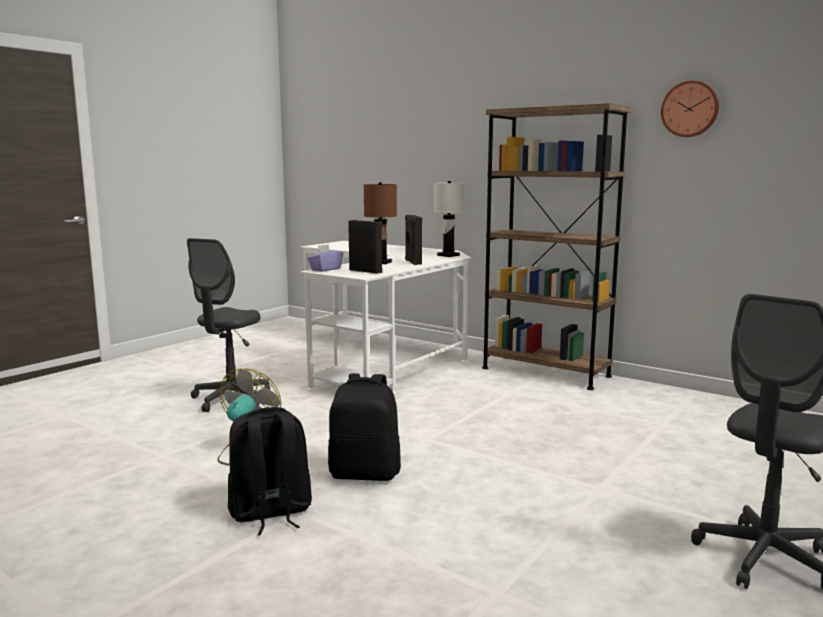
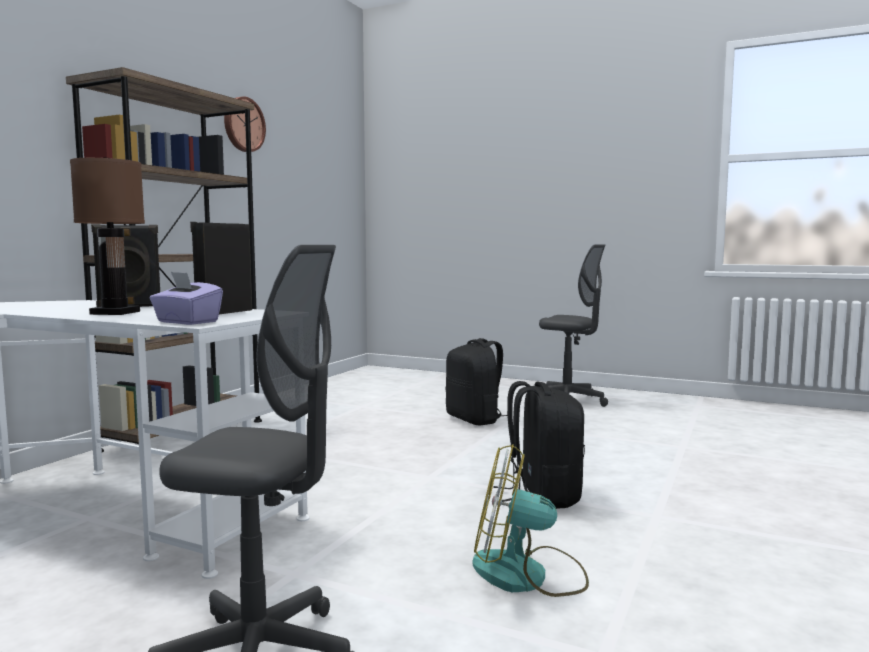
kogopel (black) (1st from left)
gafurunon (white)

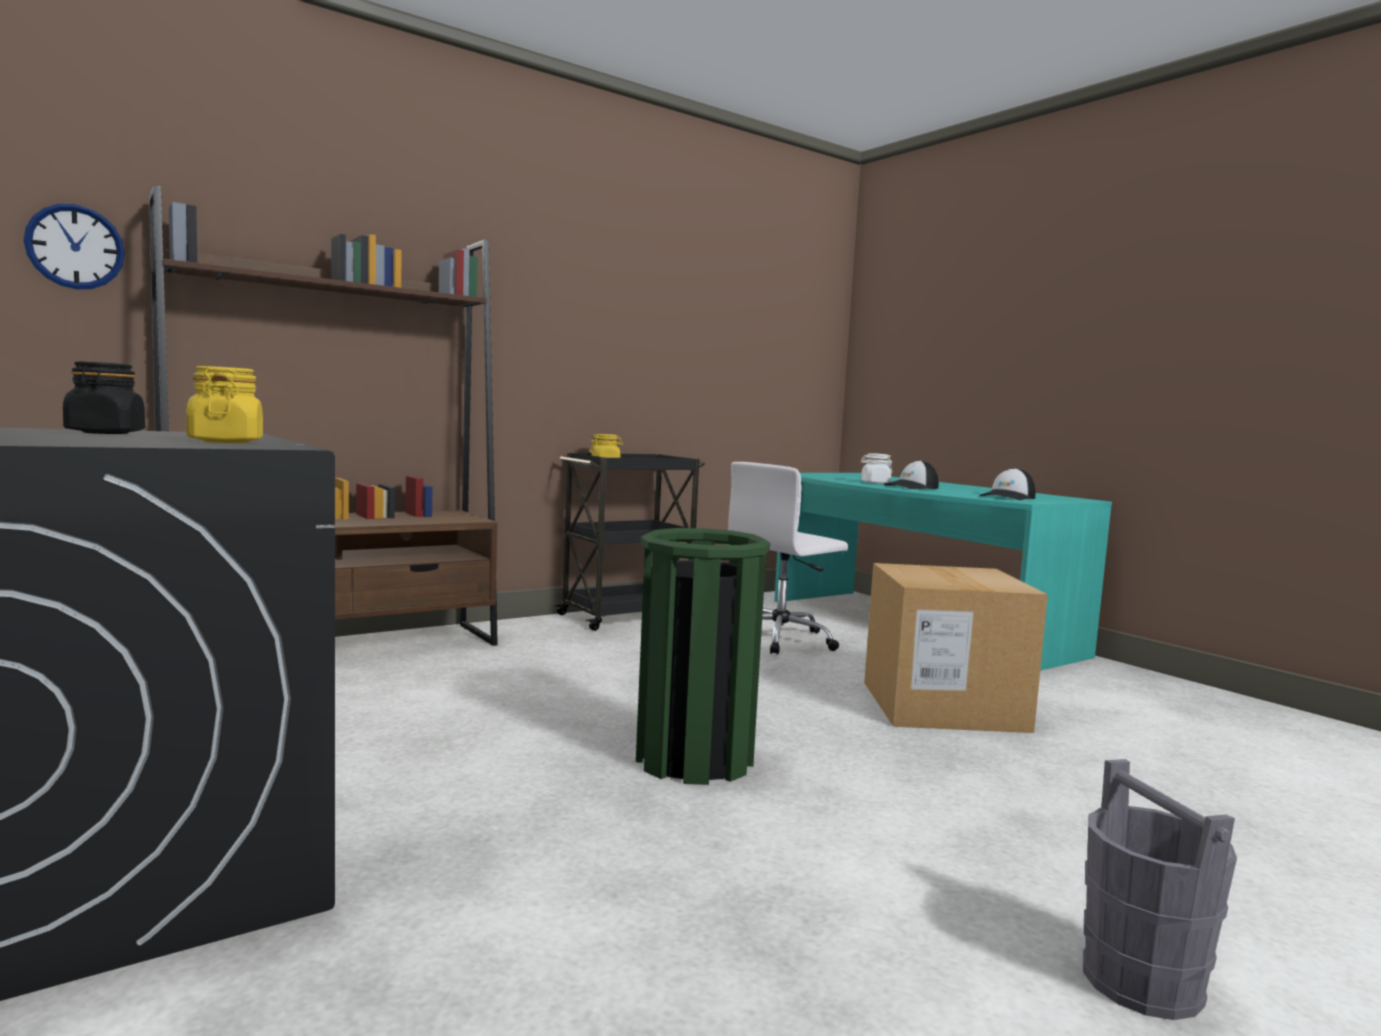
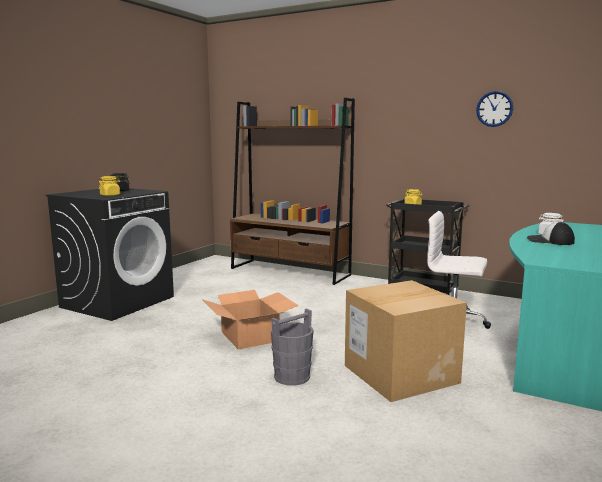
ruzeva
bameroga (1st from left)
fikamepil (2nd from left in the first image)
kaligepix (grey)

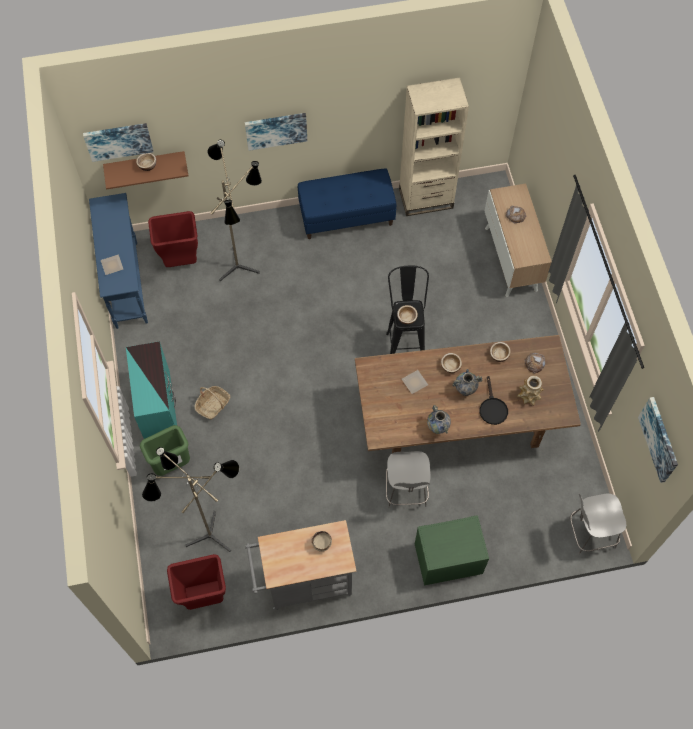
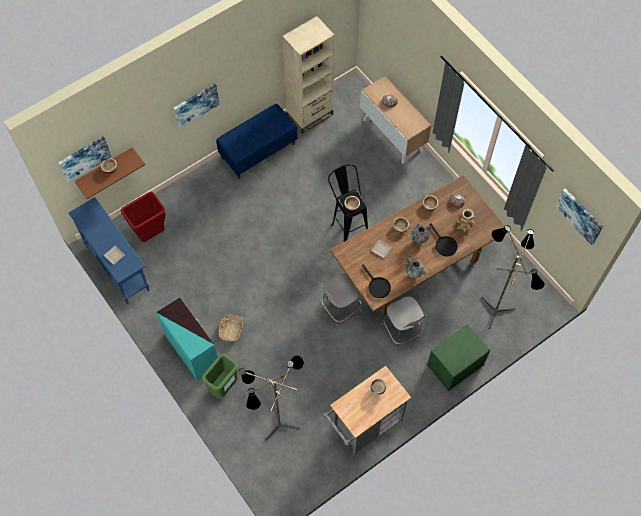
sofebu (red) (2nd from left in the first image)
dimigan (2nd from left)
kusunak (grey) (1st from left)
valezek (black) (1st from left)

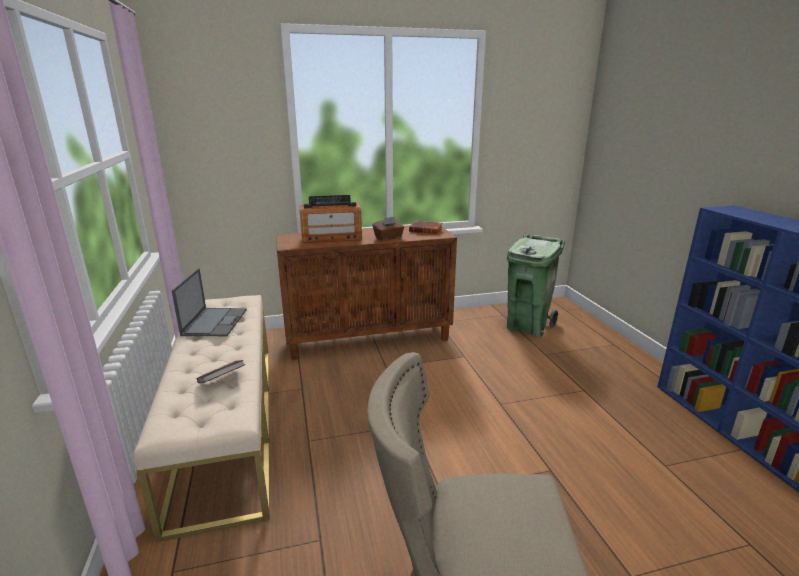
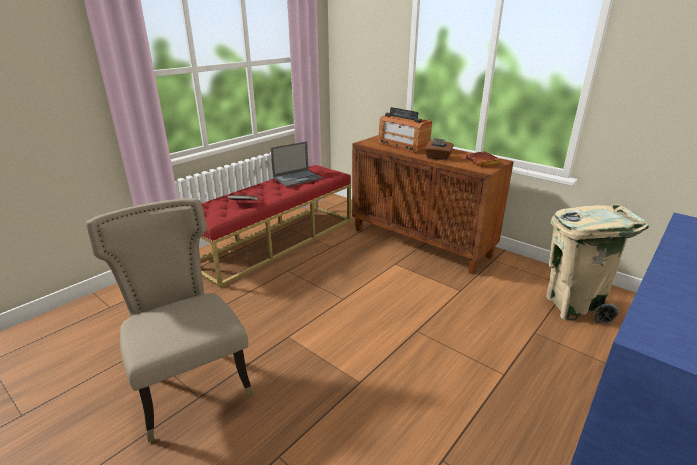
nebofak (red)
sofebu (beige)

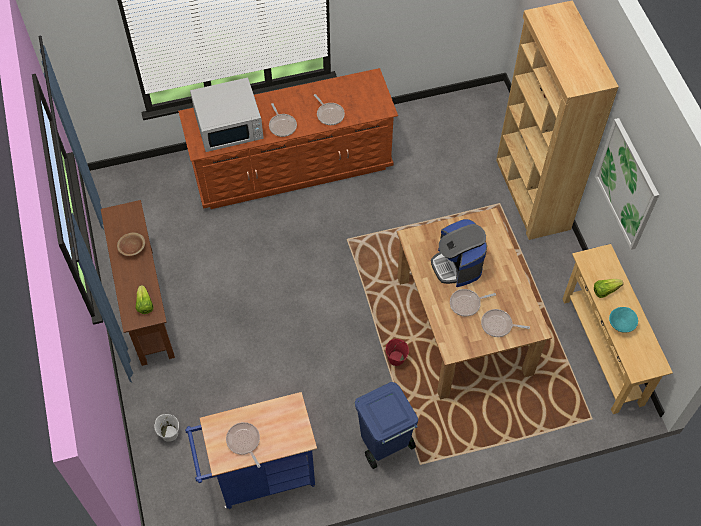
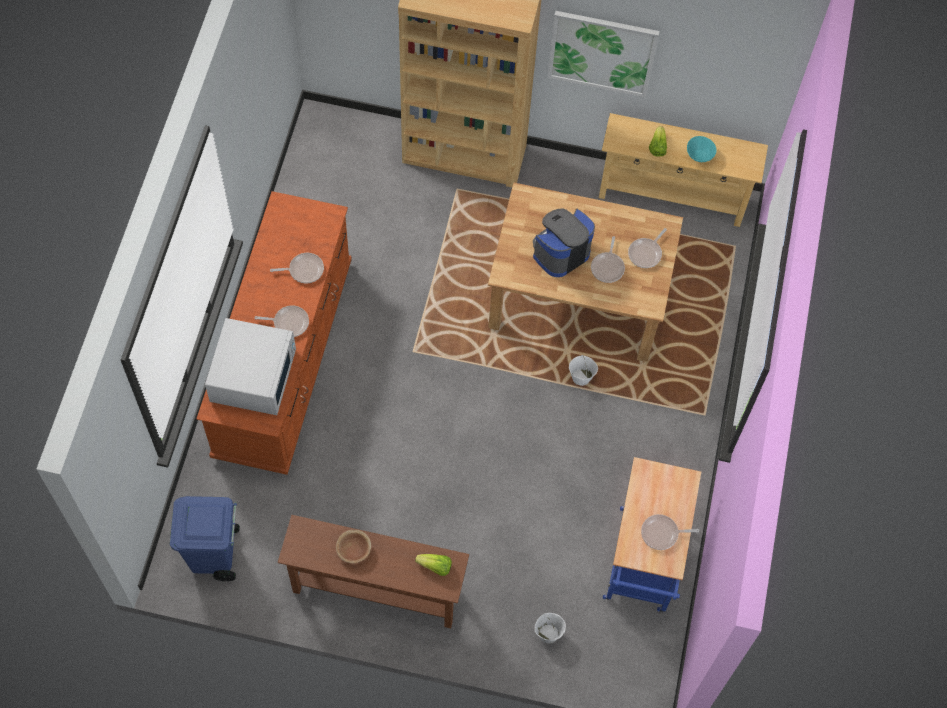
sofebu (blue)
kaligepix (white) (2nd from left)
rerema

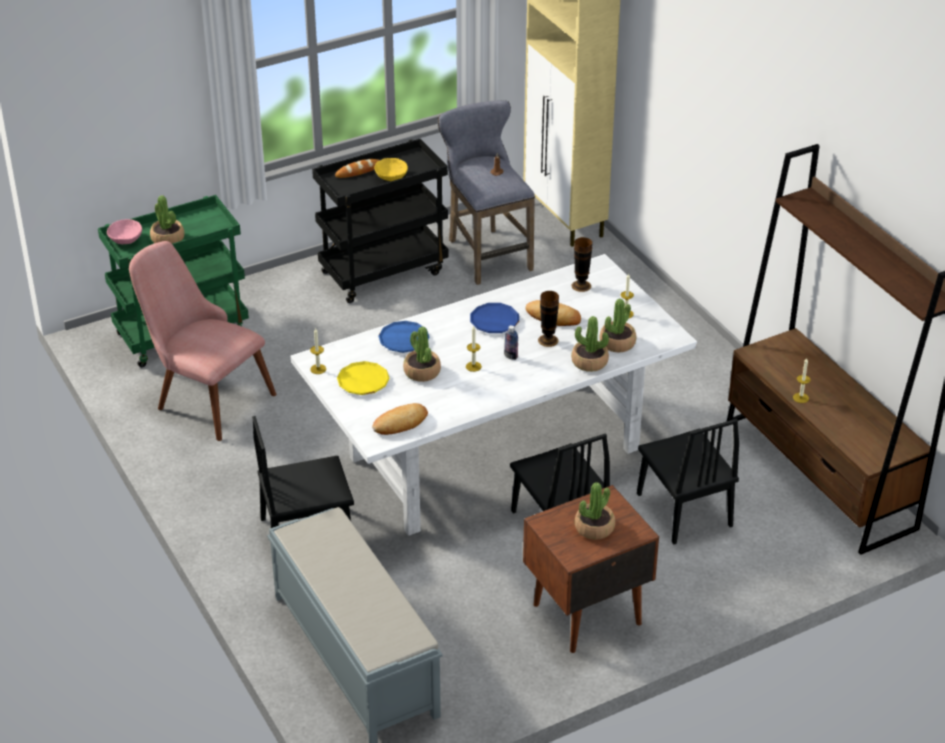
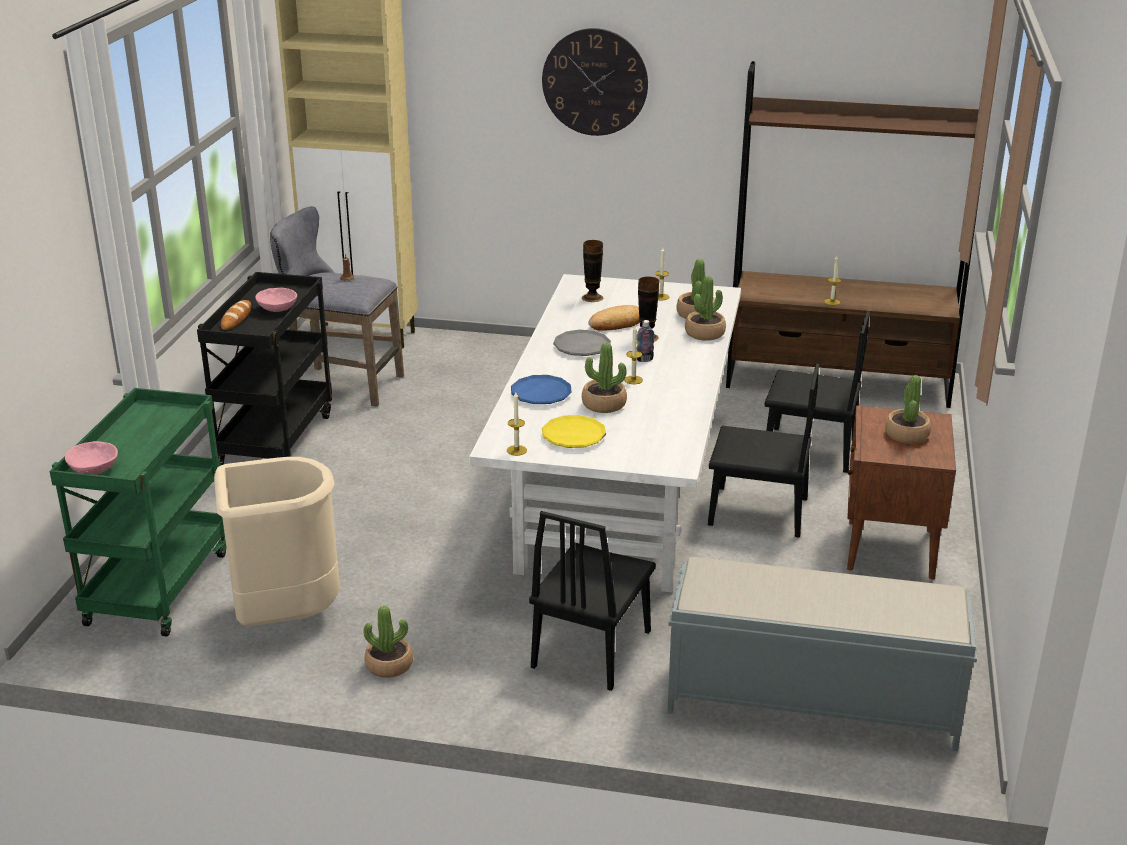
sofebu (beige)
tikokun (1st from left)
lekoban (2nd from left in the first image)
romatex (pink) (2nd from left)
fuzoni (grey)
ruzeva

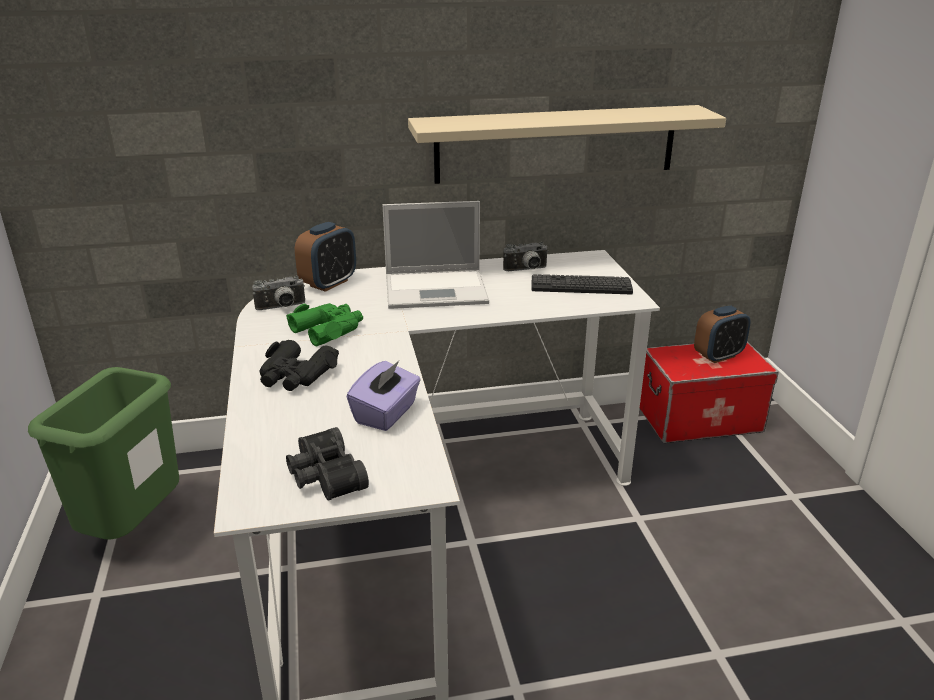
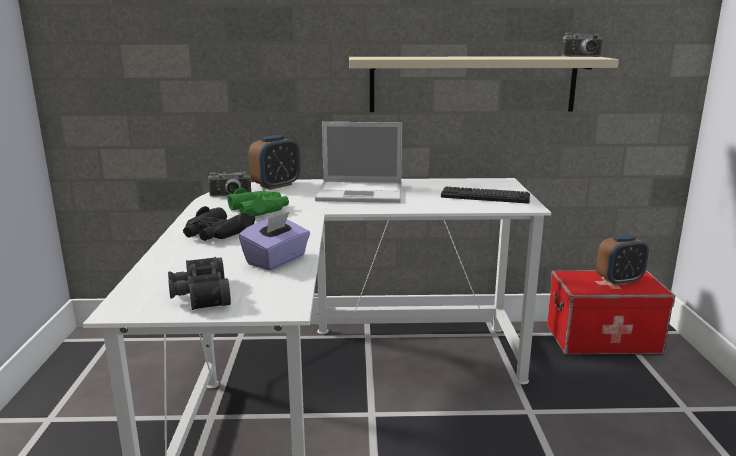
sofebu (green)
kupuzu (2nd from left)

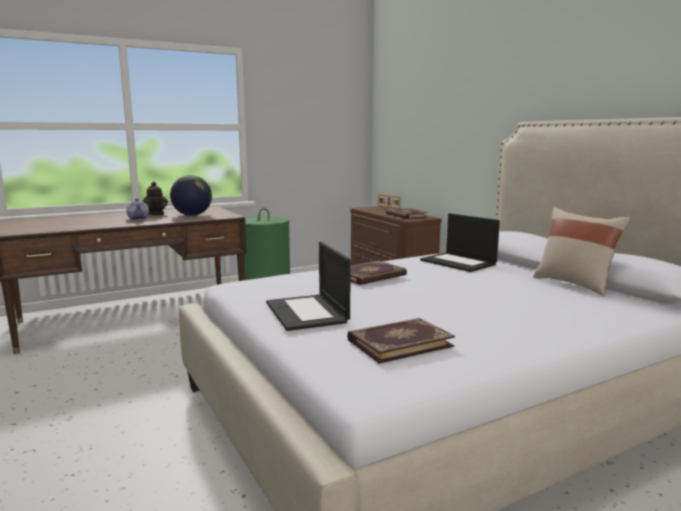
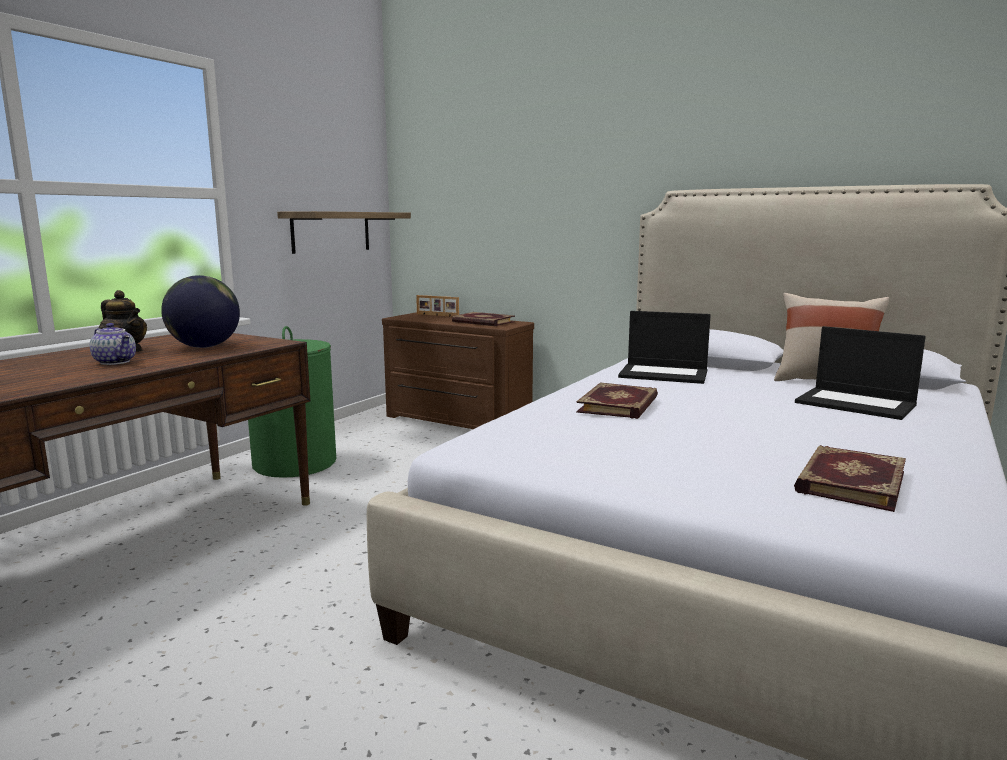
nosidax (2nd from left)
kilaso

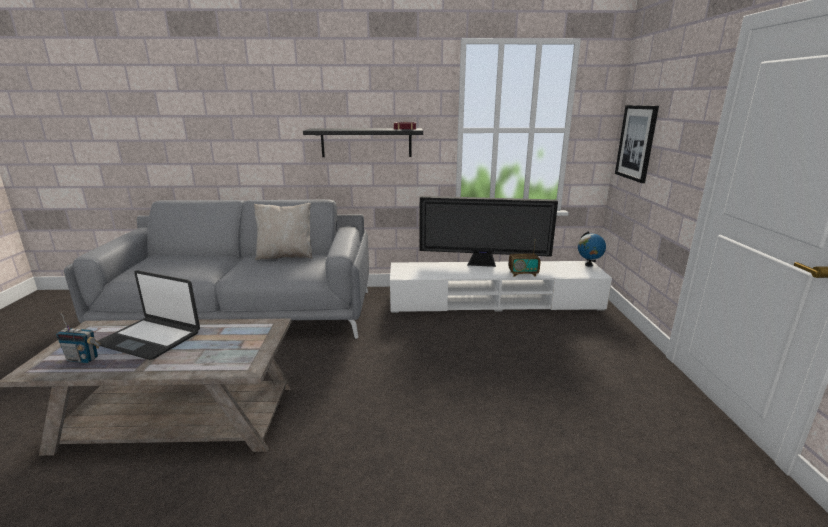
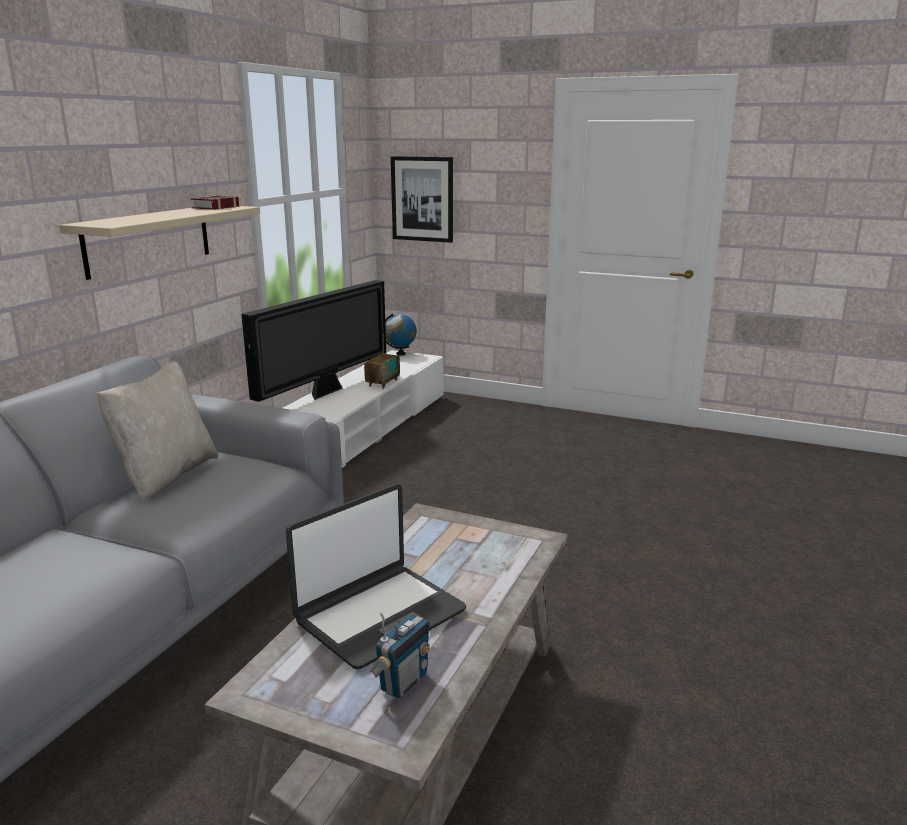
kilaso (beige)

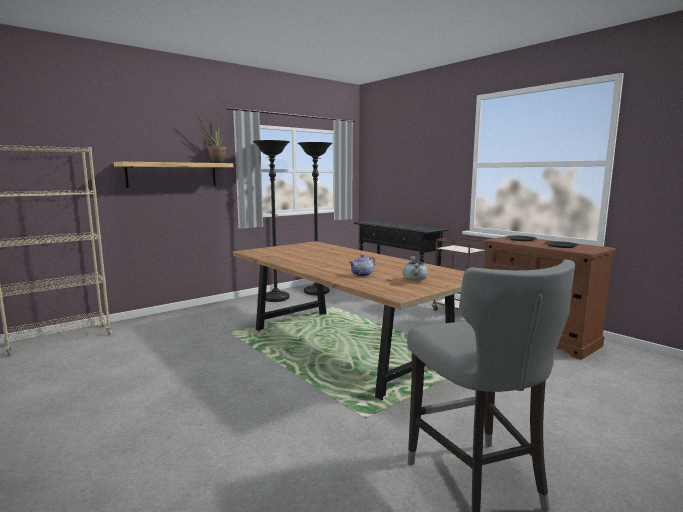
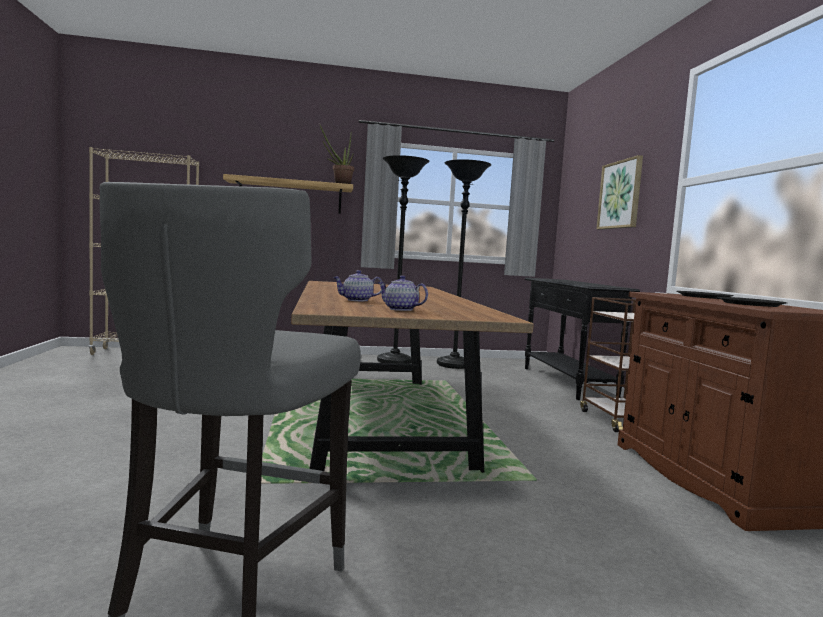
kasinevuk (2nd from left)
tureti

